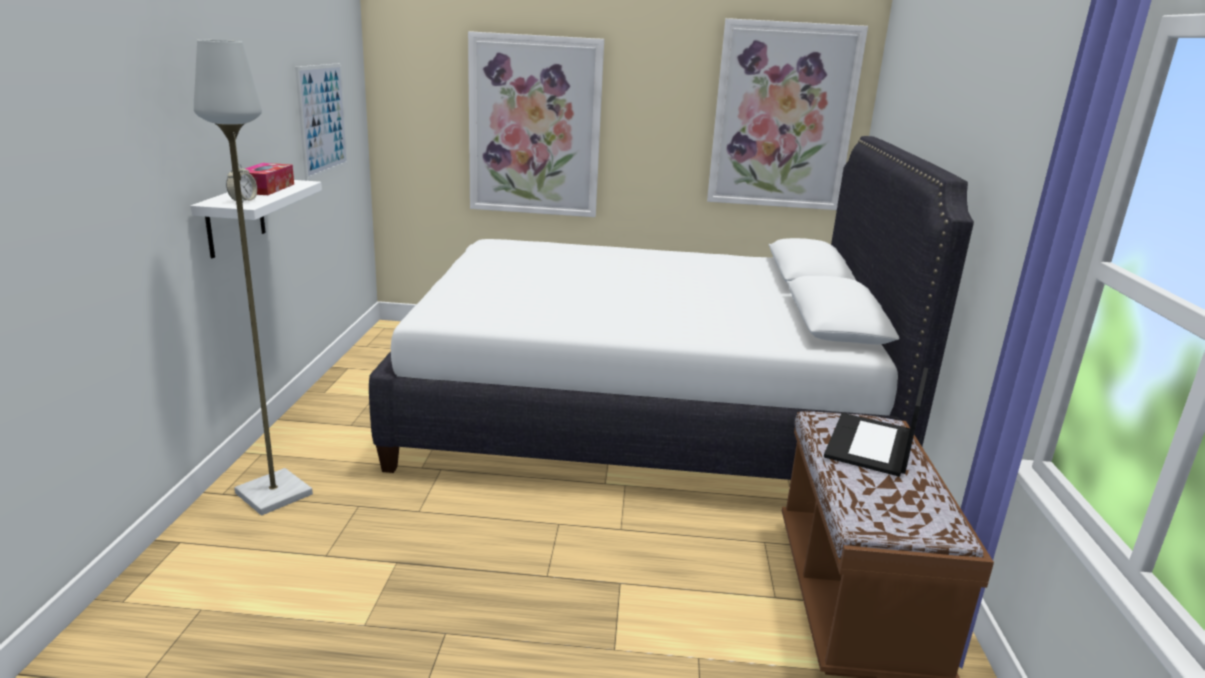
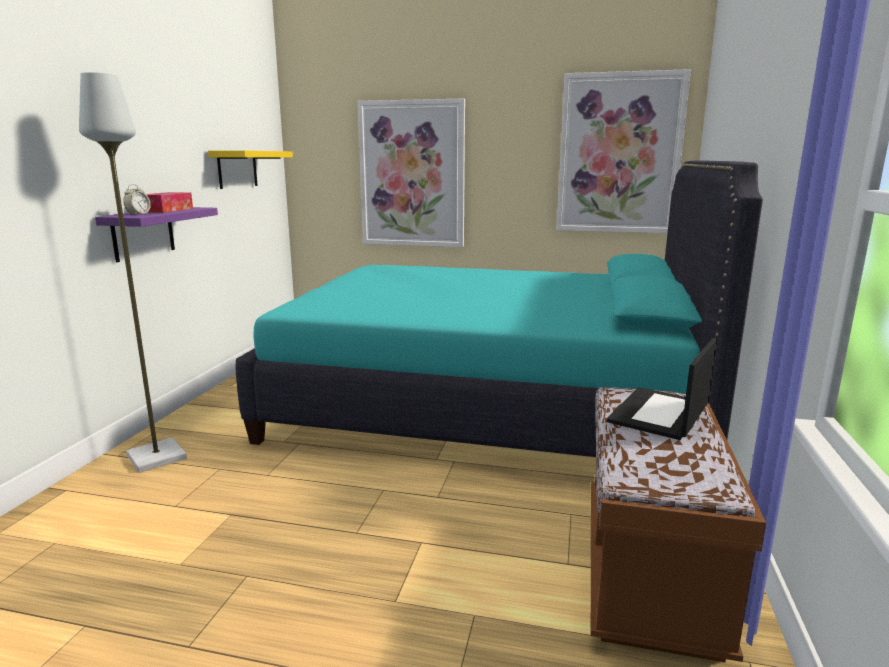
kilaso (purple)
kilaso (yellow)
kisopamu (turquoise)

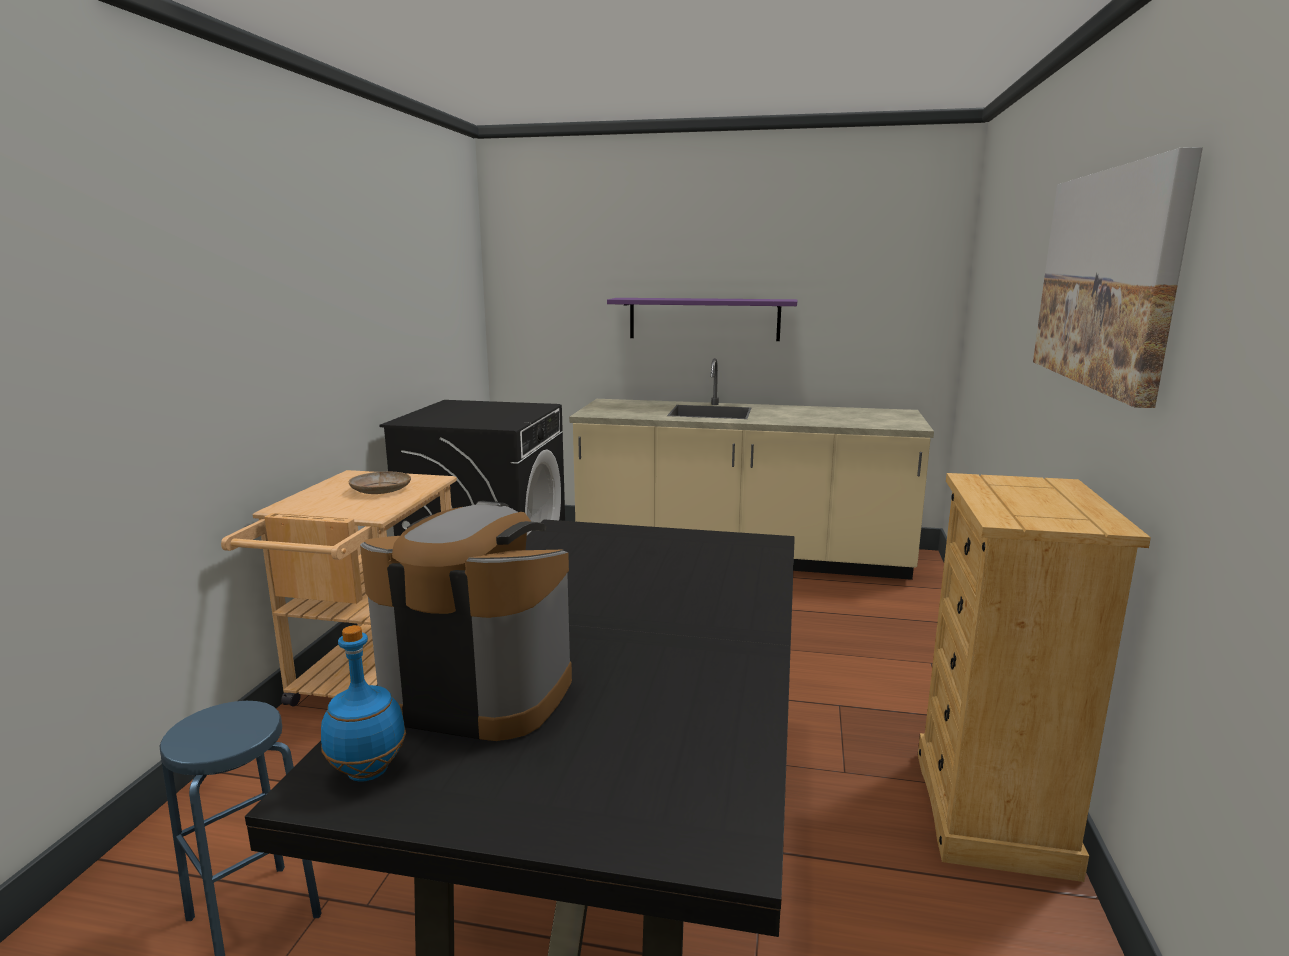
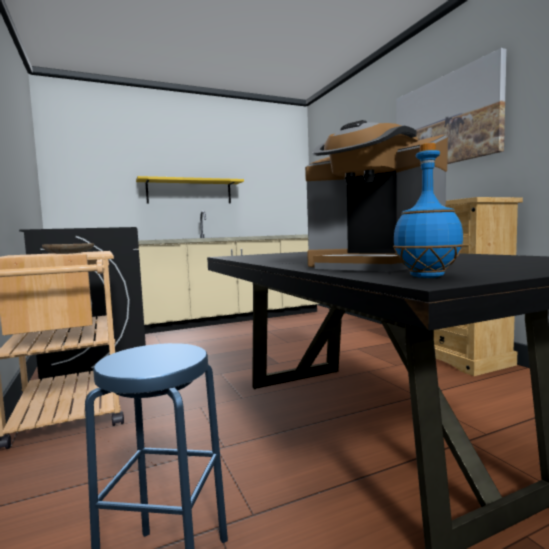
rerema
kilaso (yellow)

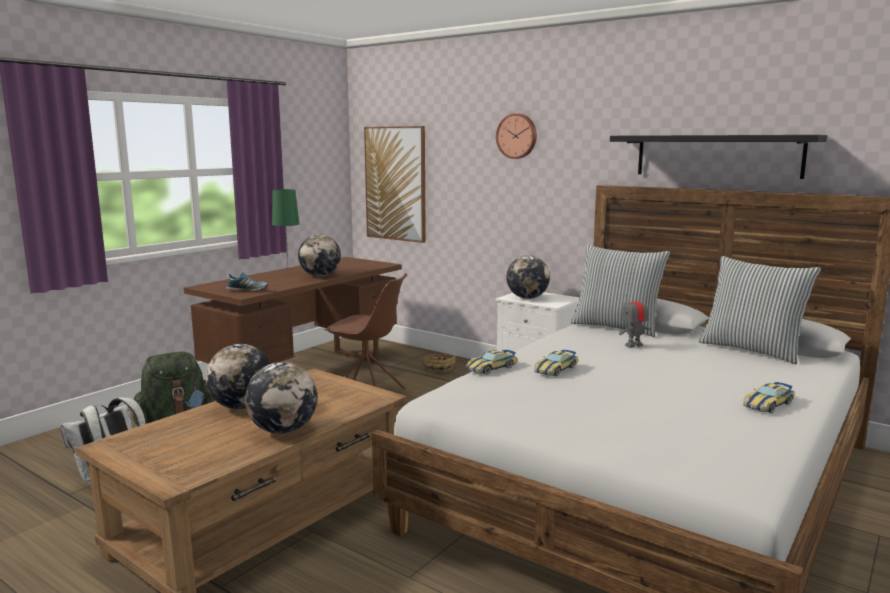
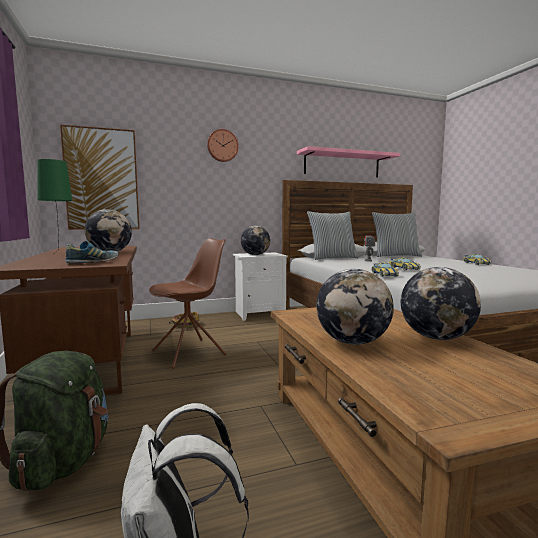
kilaso (pink)

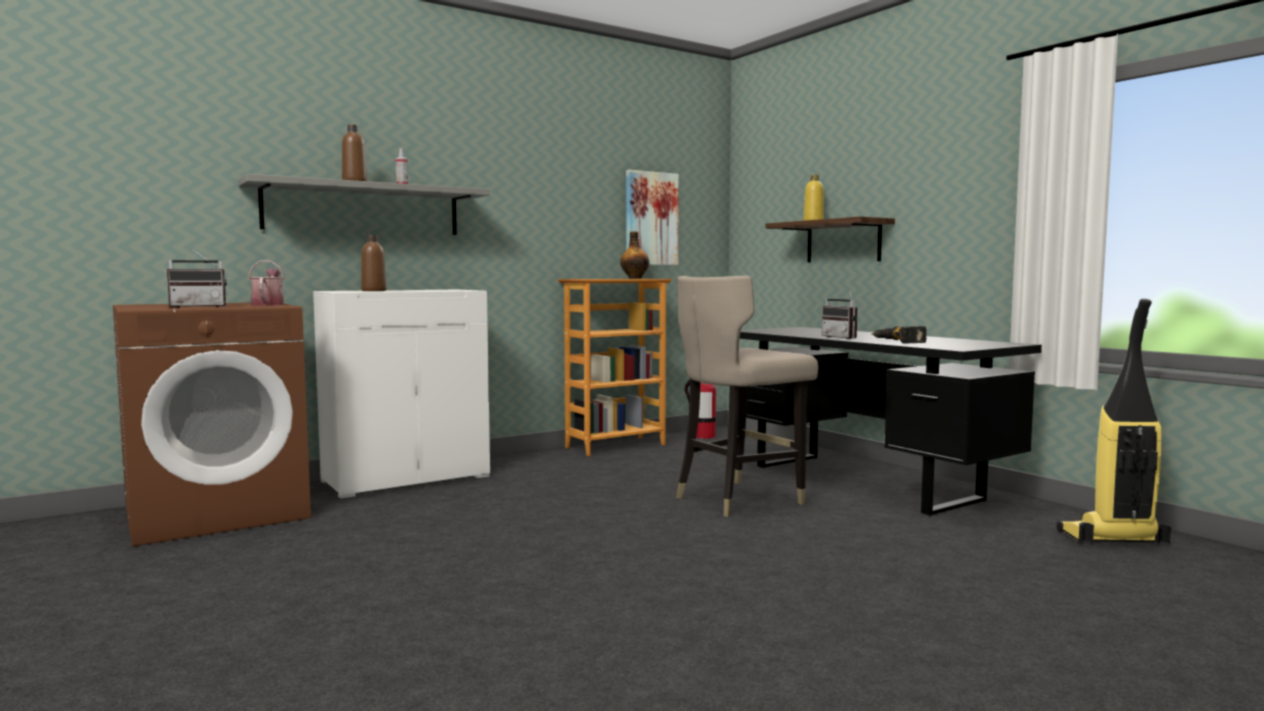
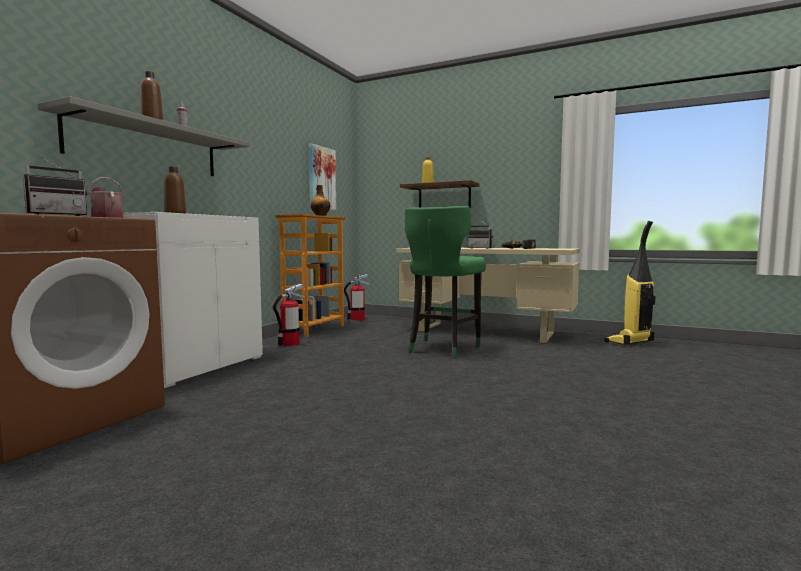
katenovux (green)
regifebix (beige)
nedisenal (1st from left)

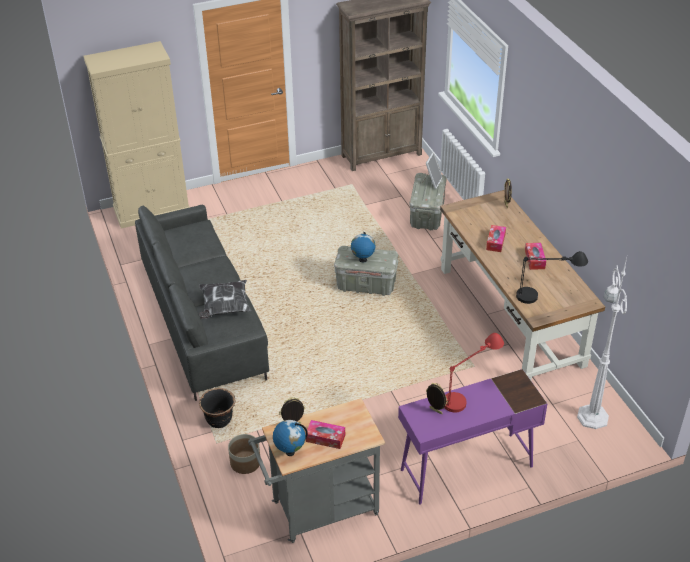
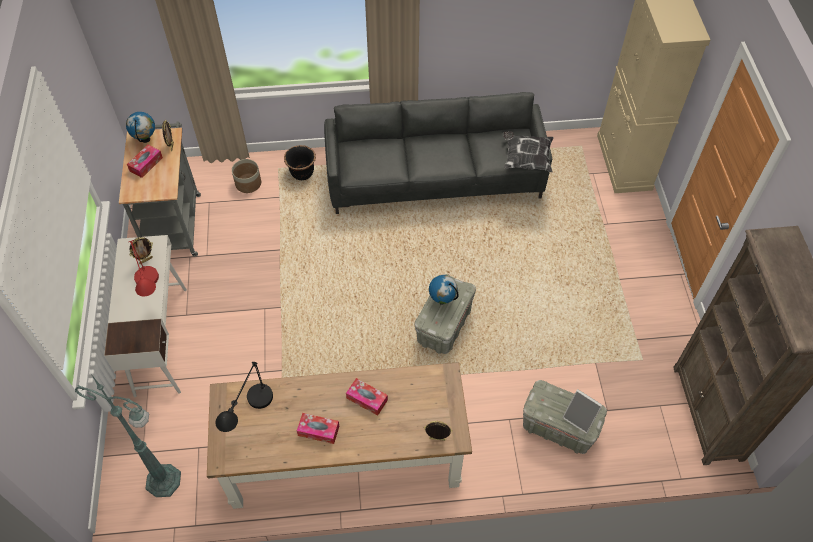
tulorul
regifebix (white)
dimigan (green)

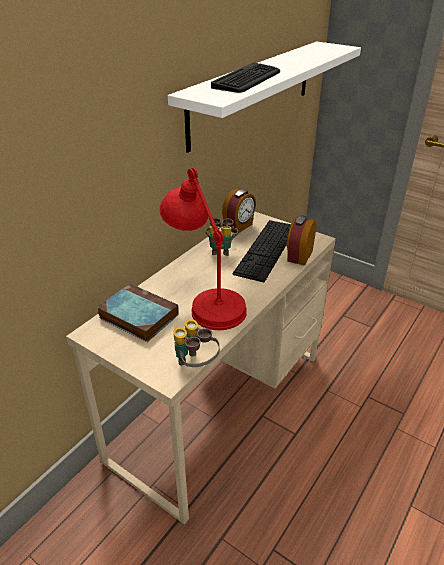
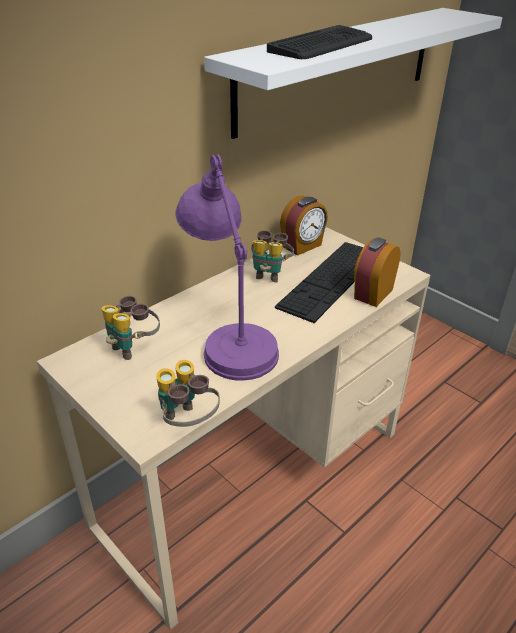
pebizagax (1st from left)
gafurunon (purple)

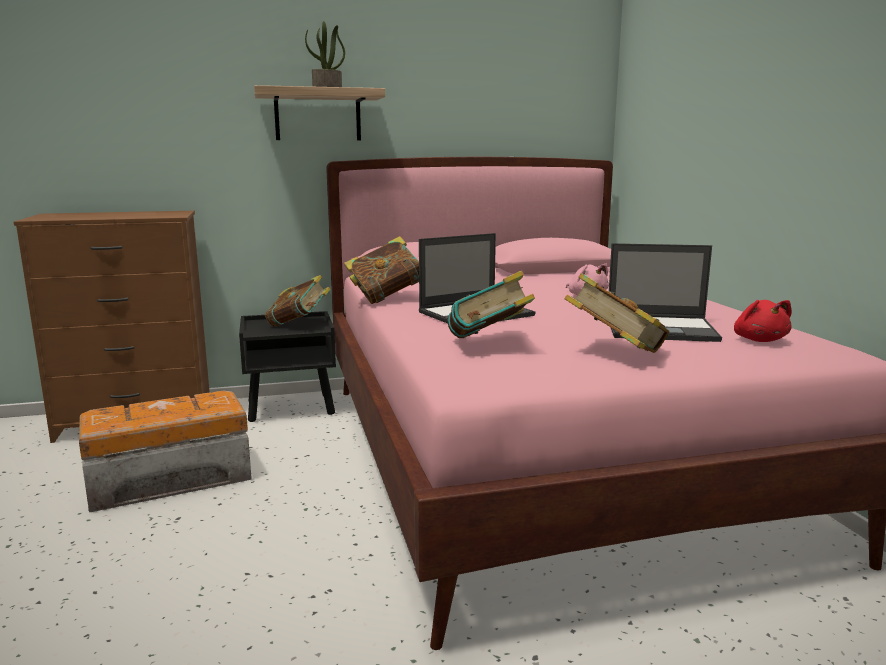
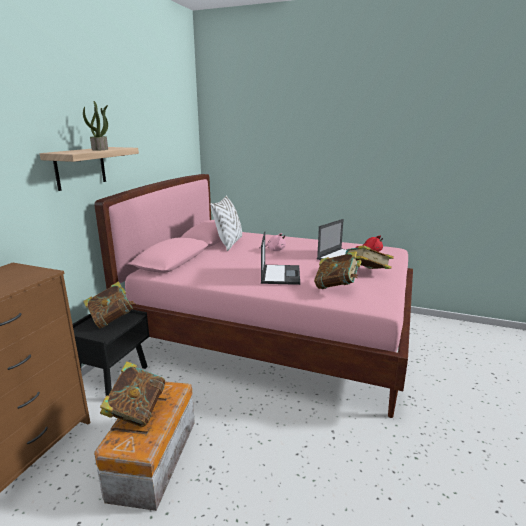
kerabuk (2nd from left)
tulorul (white)

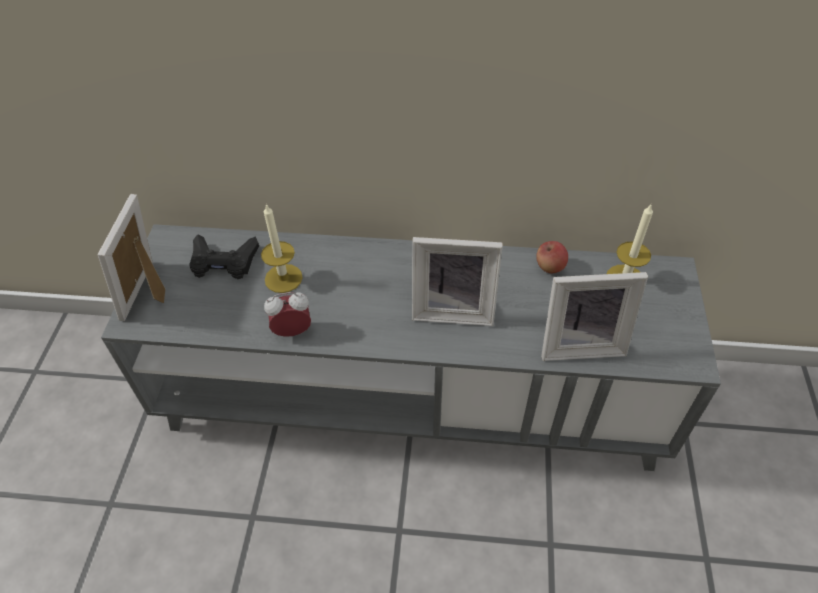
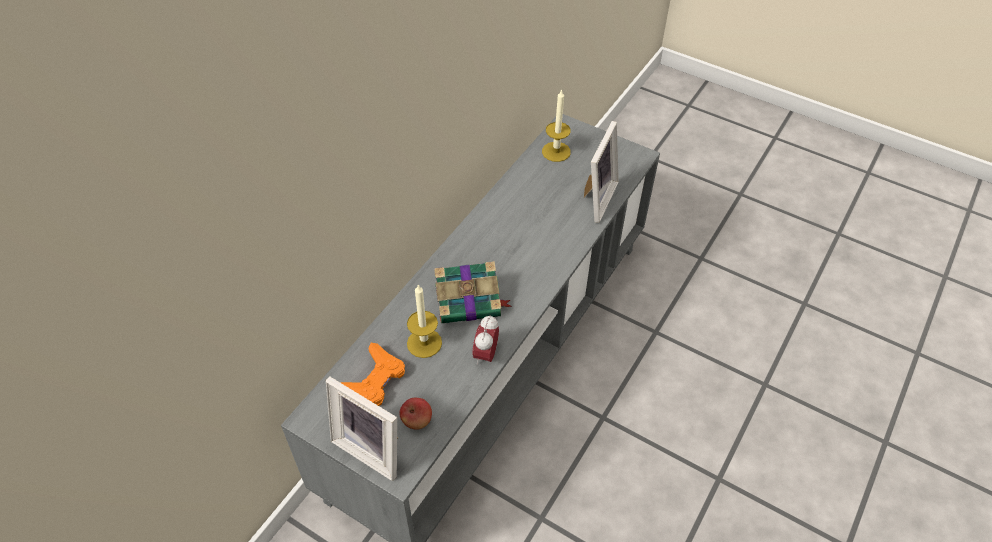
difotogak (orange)
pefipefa (2nd from left in the first image)
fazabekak
kerabuk

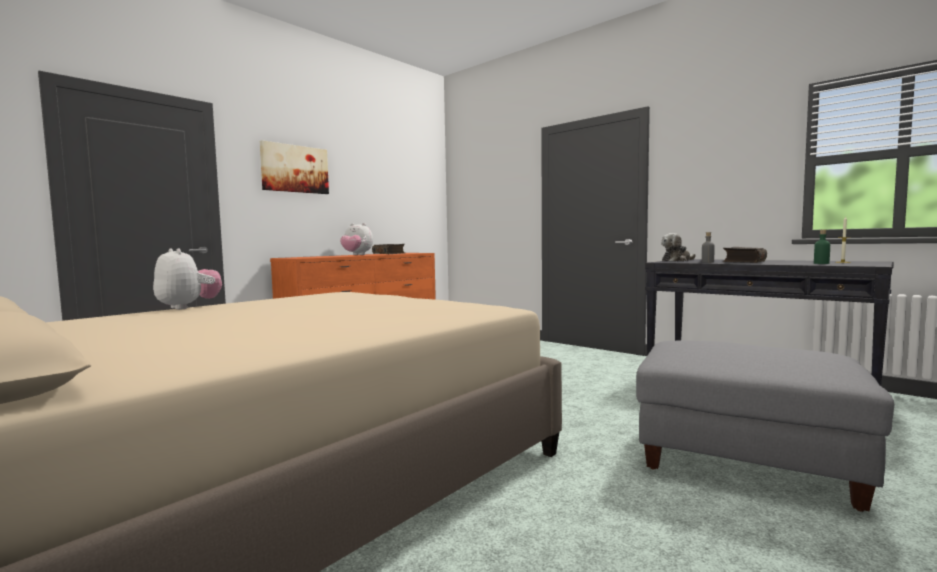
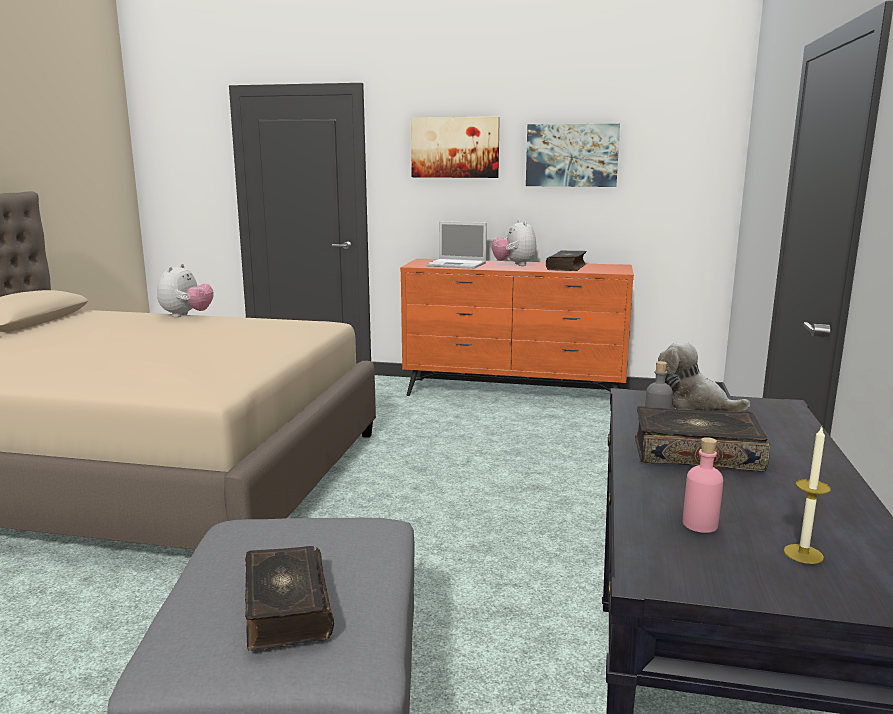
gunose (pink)
kerabuk (1st from left)
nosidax
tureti (2nd from left)

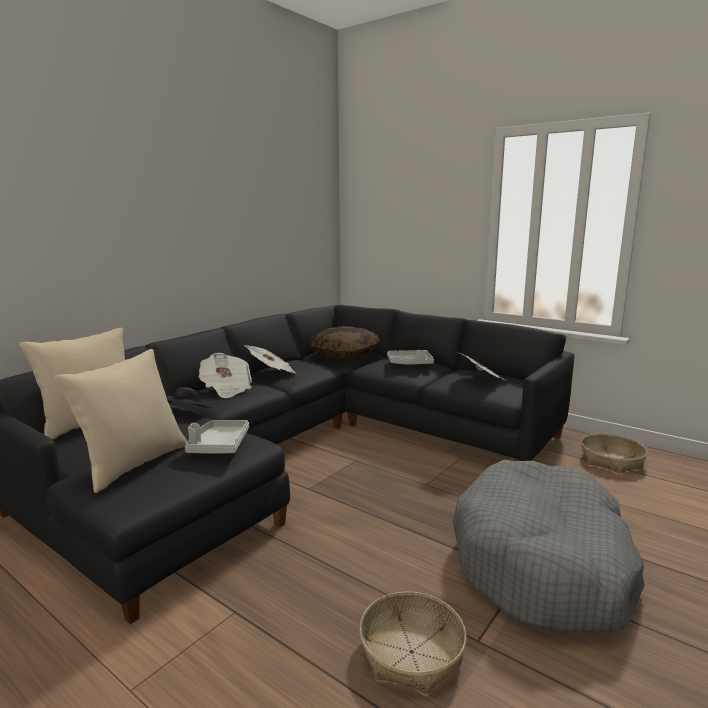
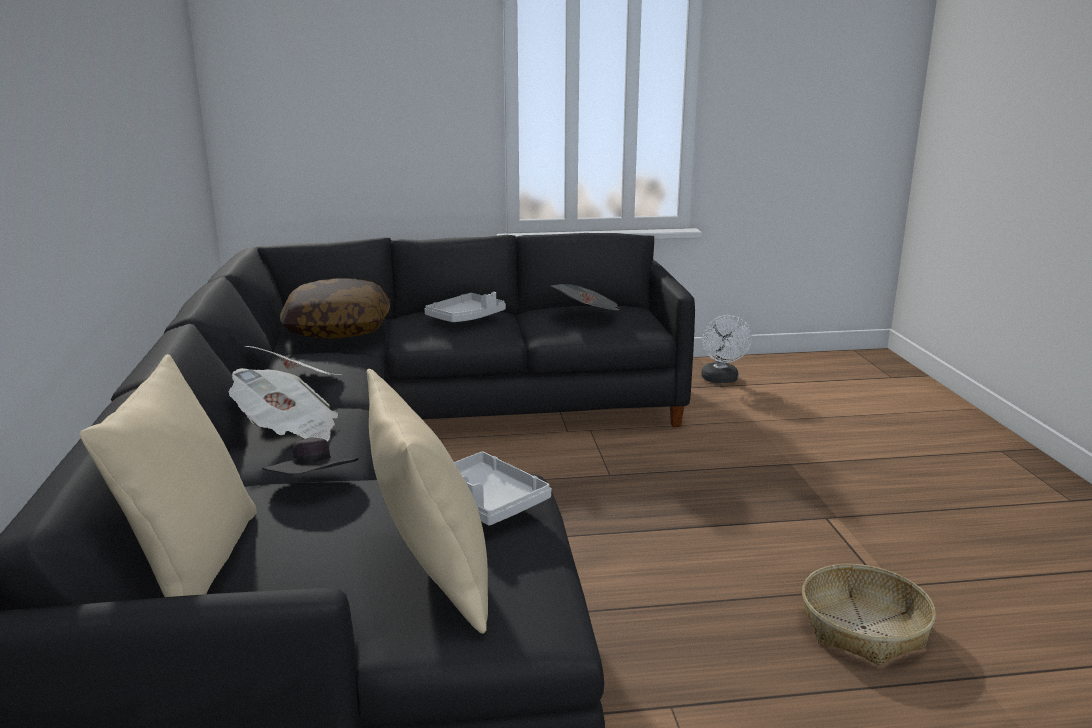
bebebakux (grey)
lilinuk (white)

